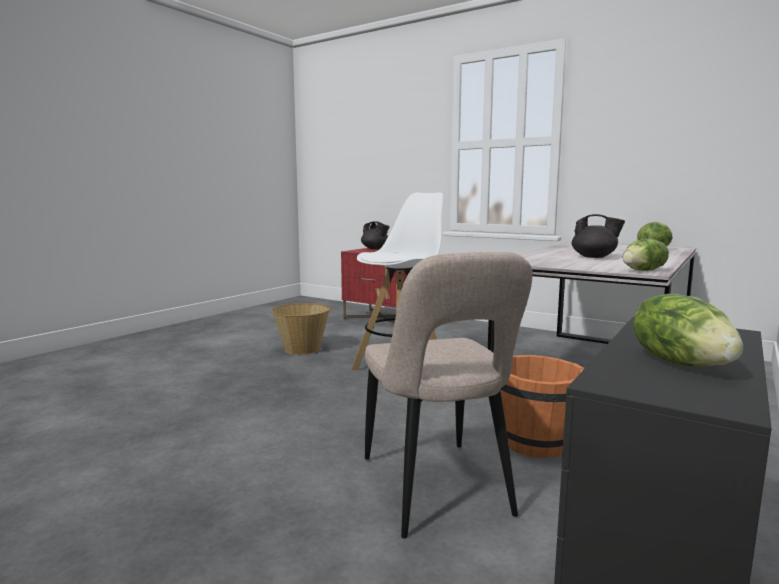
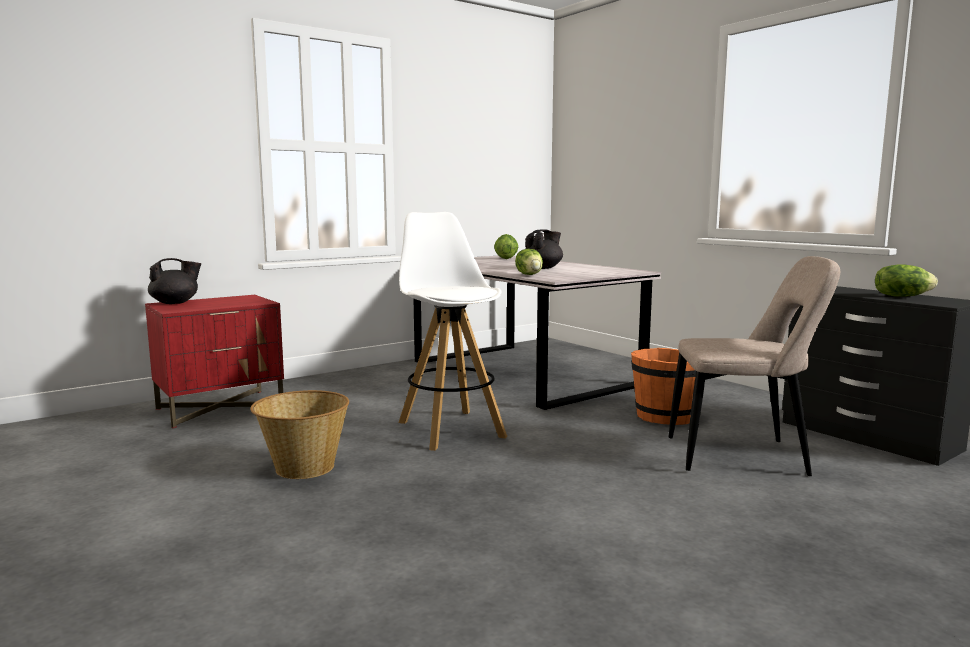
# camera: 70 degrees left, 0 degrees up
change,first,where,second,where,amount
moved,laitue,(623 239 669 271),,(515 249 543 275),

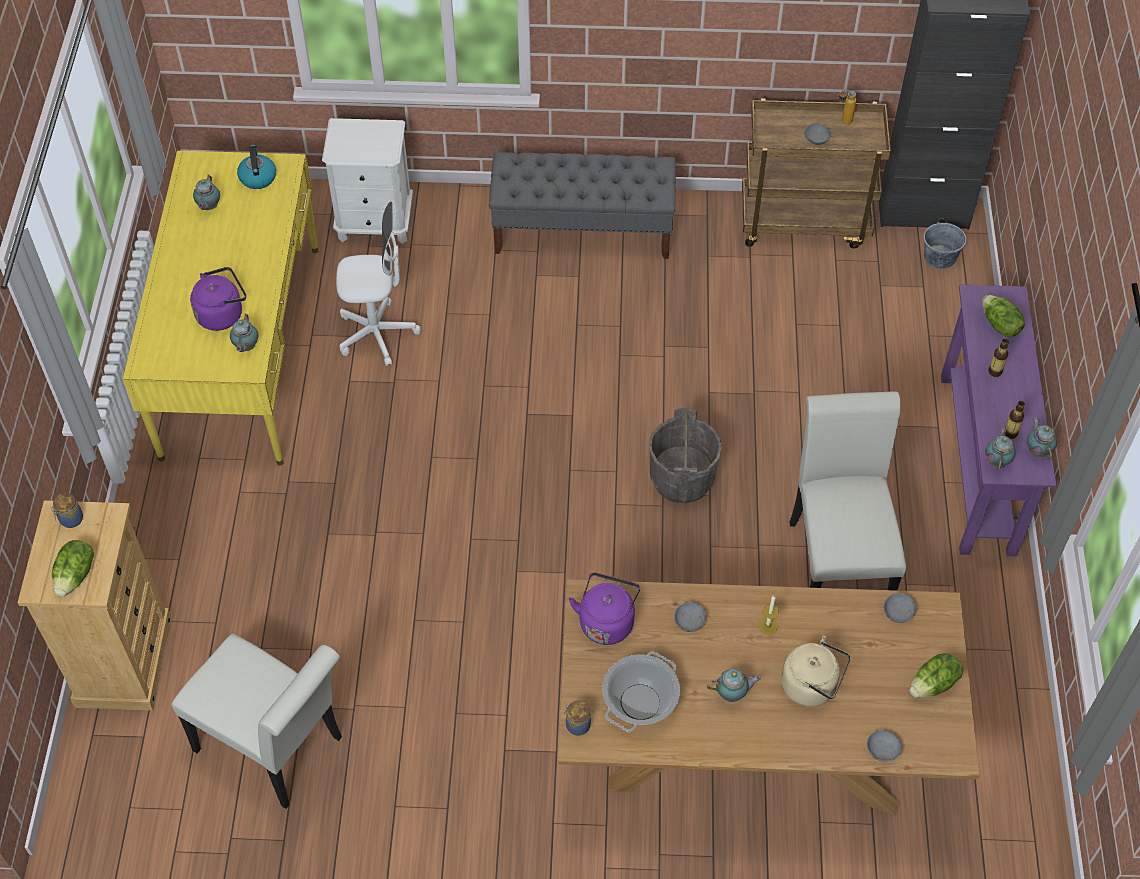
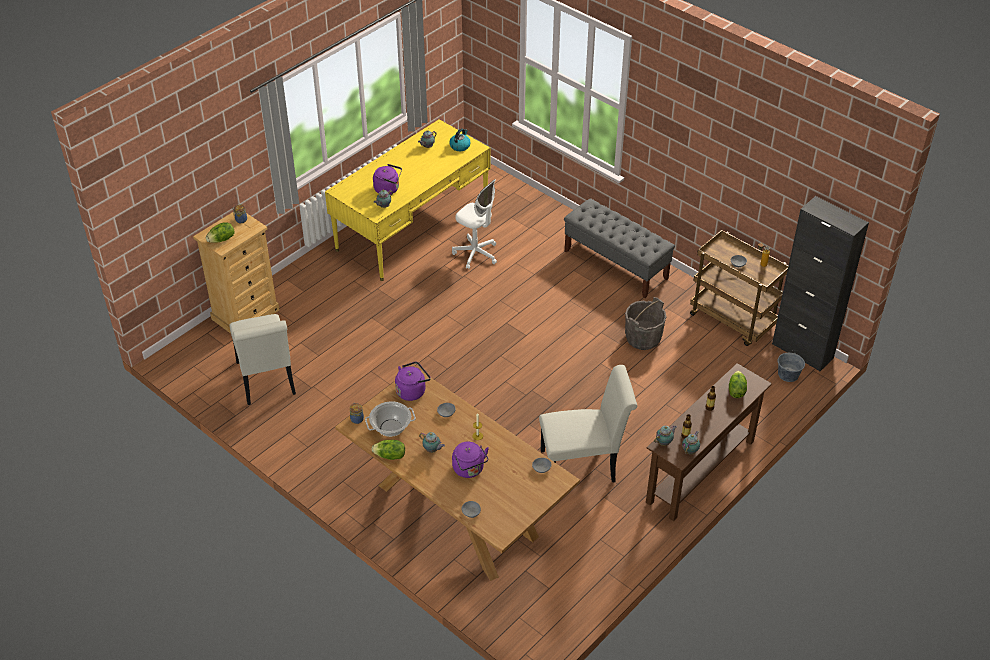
# camera: 40 degrees right, 10 degrees down
change,first,where,second,where,amount
removed,table de chevet [blanc],(322 118 413 244),,,
moved,seau [gris],(649 408 722 503),,(625 297 666 350),
recoloured,bouilloire [beige],(781 636 851 707),bouilloire [violet],(452 442 489 478),
turned,chaise [blanc],(789 391 906 591),,(539 365 637 482),45 degrees clockwise
moved,laitue,(909 653 963 698),,(372 440 405 460),
recoloured,table console [violet],(941 285 1056 557),table console [marron],(646 363 772 521),

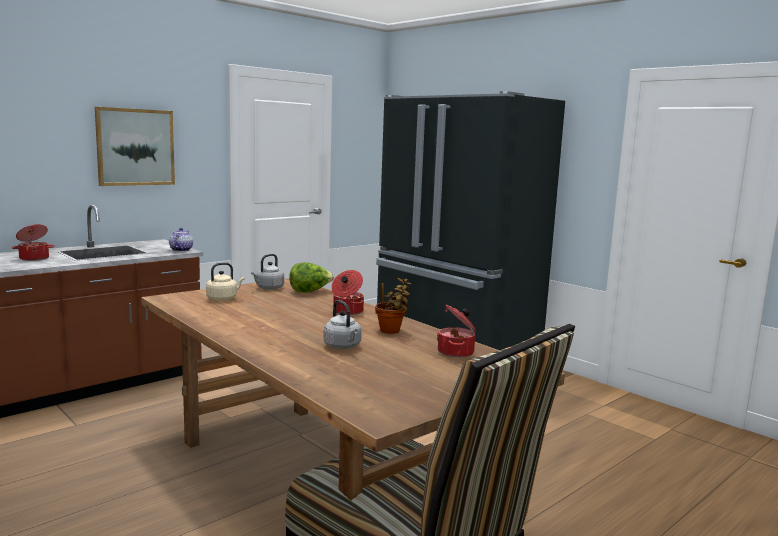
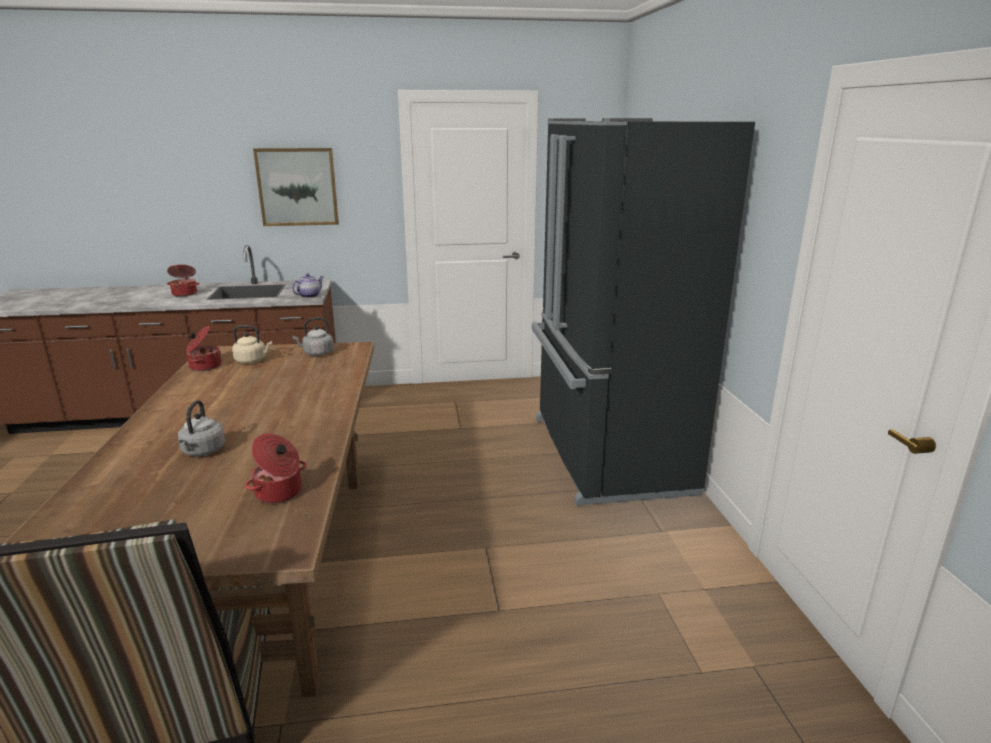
# camera: 35 degrees right, 10 degrees up
change,first,where,second,where,amount
removed,laitue,(289 262 334 293),,,
moved,marmite,(331 270 364 315),,(186 326 221 371),
removed,plante en pot,(375 278 412 334),,,

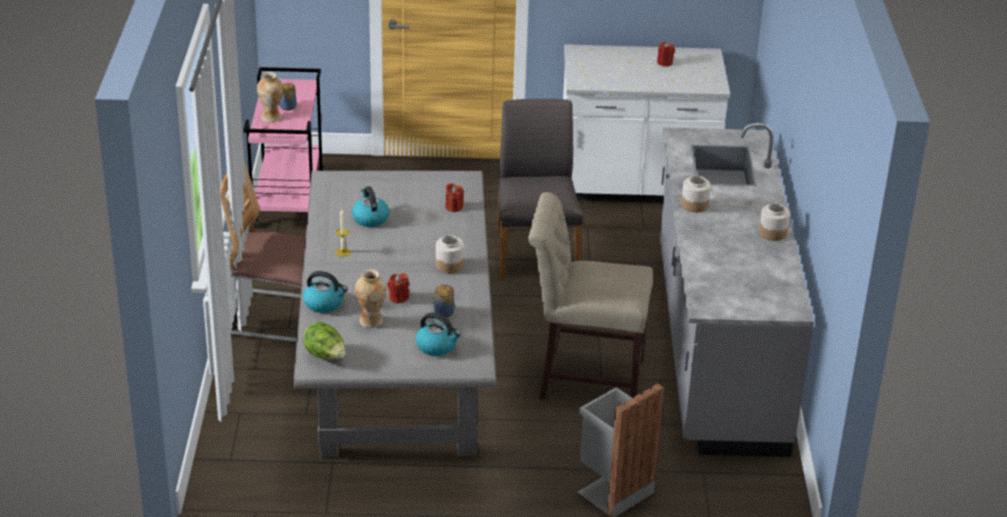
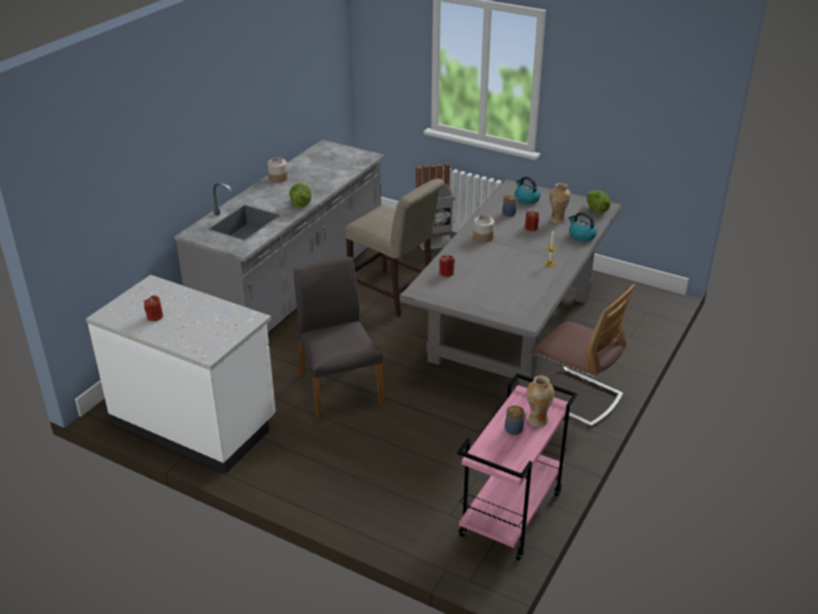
# camera: 150 degrees left, 0 degrees up
change,first,where,second,where,amount
removed,bouilloire,(352 186 389 227),,,
turned,chaise [gris],(497 99 583 279),,(293 257 384 422),135 degrees clockwise
replaced,bocal,(681 176 711 213),laitue,(289 183 312 208),

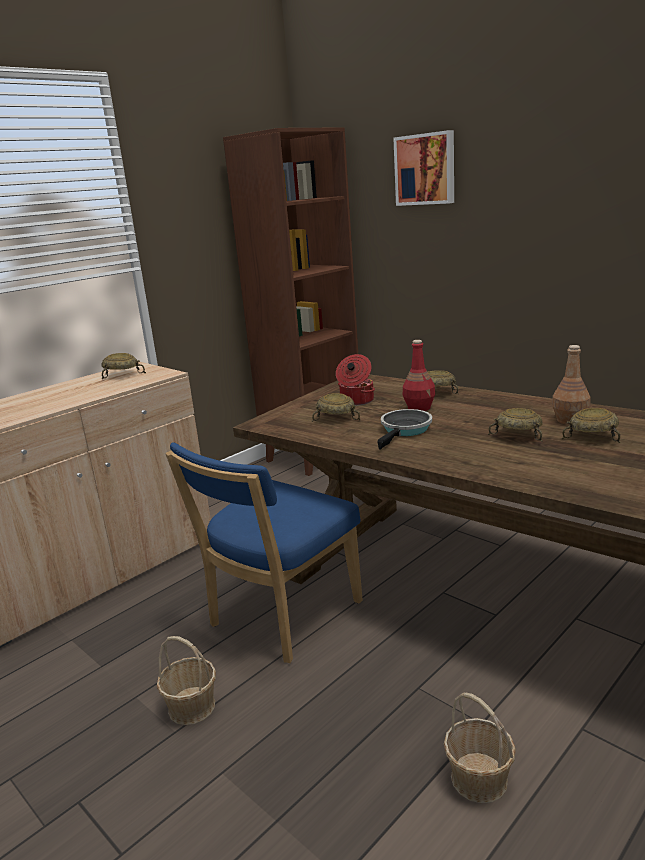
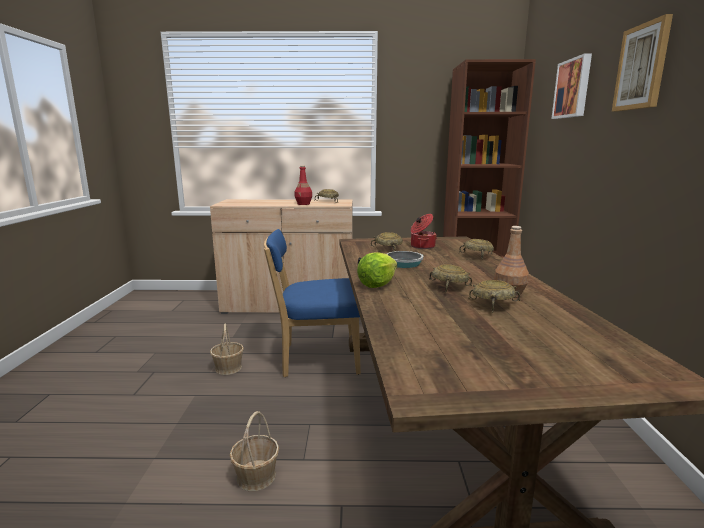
# camera: 45 degrees right, 5 degrees down
change,first,where,second,where,amount
moved,bouteille [rouge],(403 340 435 411),,(295 166 312 205),
added,,,laitue,(357 252 397 288),
added,,,tableau,(612 14 673 111),

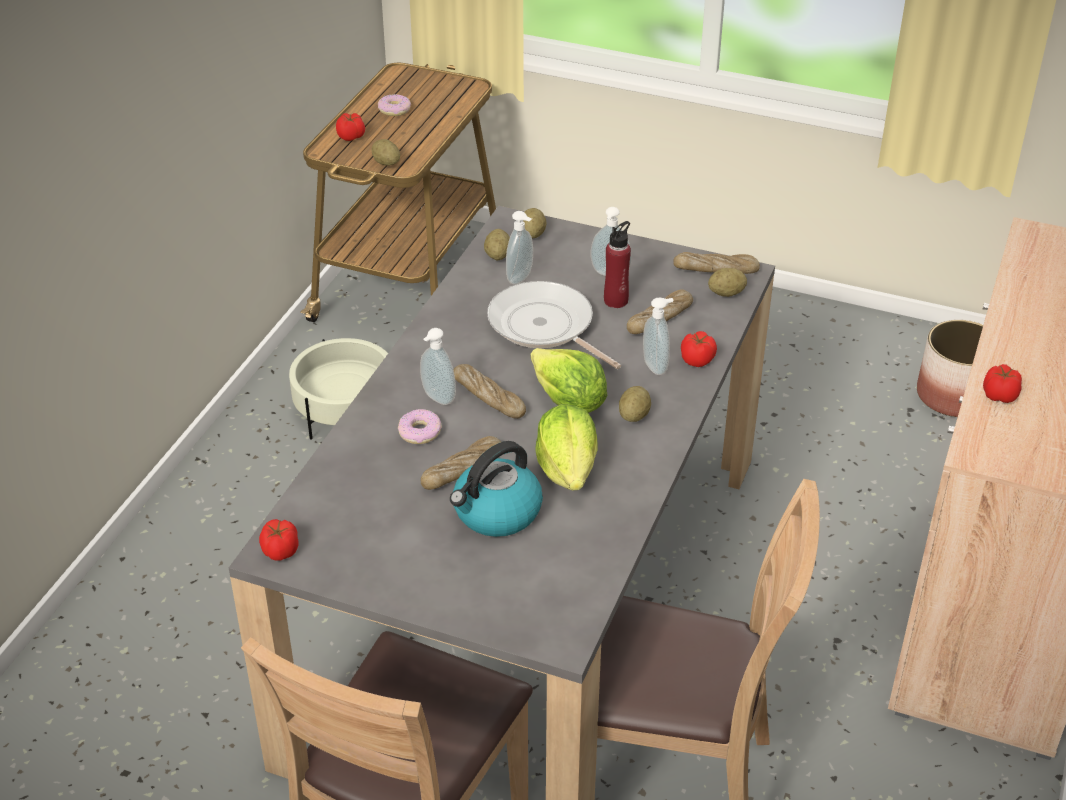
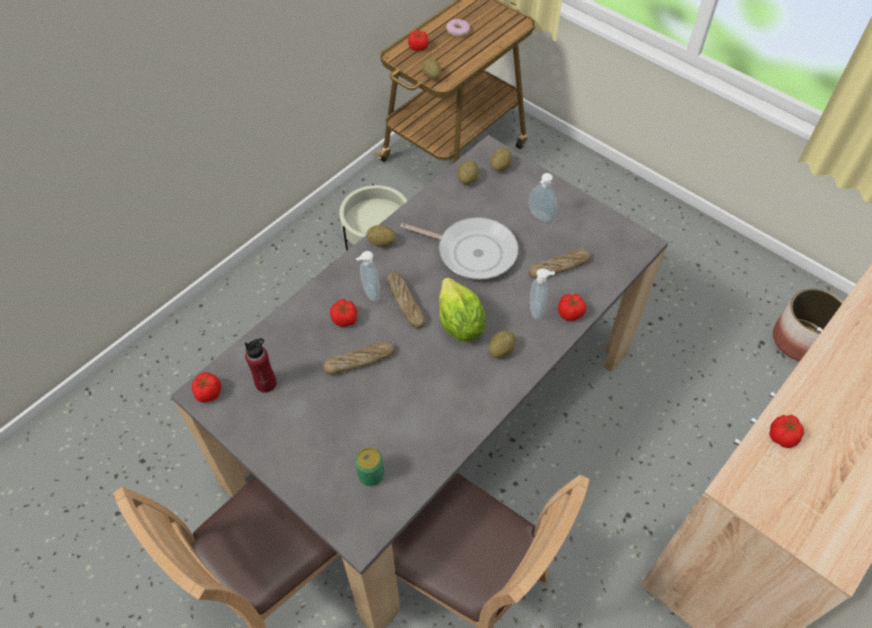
# camera: 20 degrees right, 15 degrees up
change,first,where,second,where,amount
replaced,beignet,(398 409 442 444),tomate,(330 299 357 327),
removed,bouilloire,(450 441 543 537),,,
turned,poêle,(487 281 621 369),,(401 217 518 279),135 degrees clockwise
removed,distributeur de savon,(506 211 533 285),,,
removed,laitue,(535 404 598 490),,,
moved,bouteille [rouge],(604 221 631 308),,(245 338 276 393),
removed,pain,(673 252 760 274),,,
moved,pomme de terre,(708 268 747 297),,(366 225 396 247),
added,,,boîte métallique,(355 447 384 486),

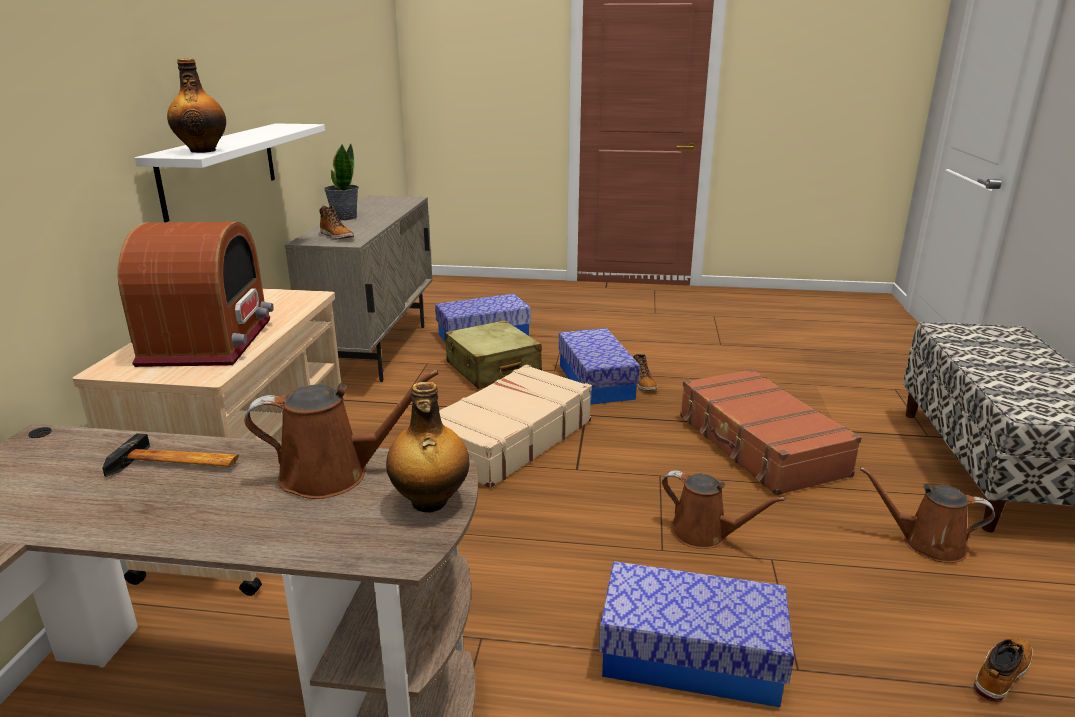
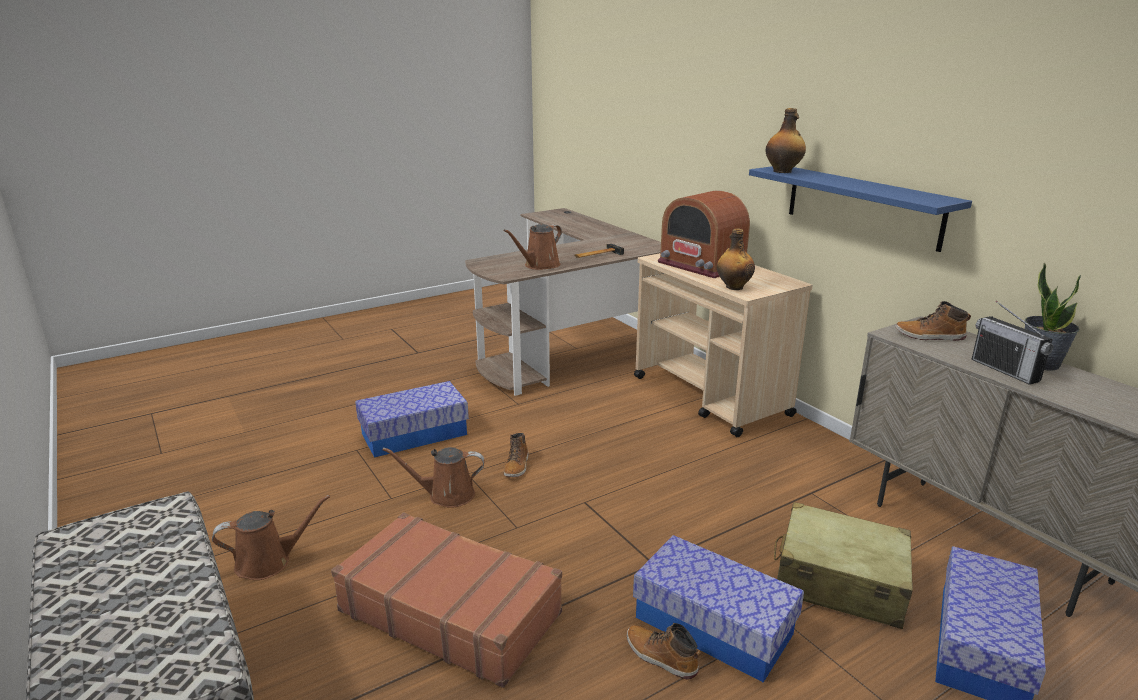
# camera: 140 degrees right, 0 degrees up
change,first,where,second,where,amount
recoloured,étagère [blanc],(135 123 325 222),étagère [bleu],(749 166 972 252),
moved,bouteille,(386 382 470 513),,(717 229 755 290),
removed,valise [beige],(439 364 592 488),,,
moved,botte,(974 638 1033 702),,(504 433 529 477),
added,,,radio,(971 301 1054 385),

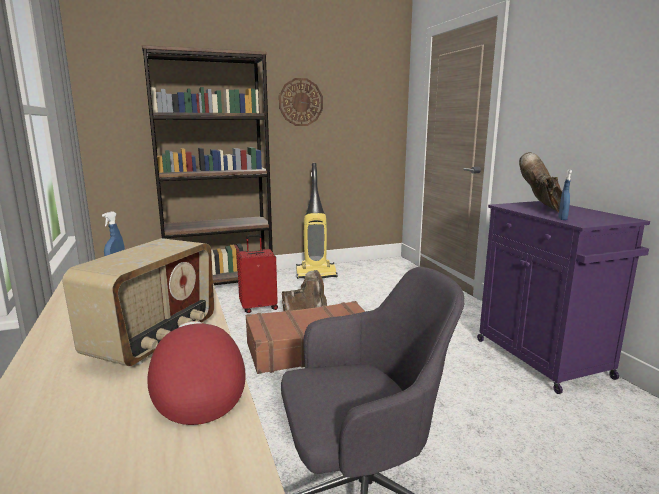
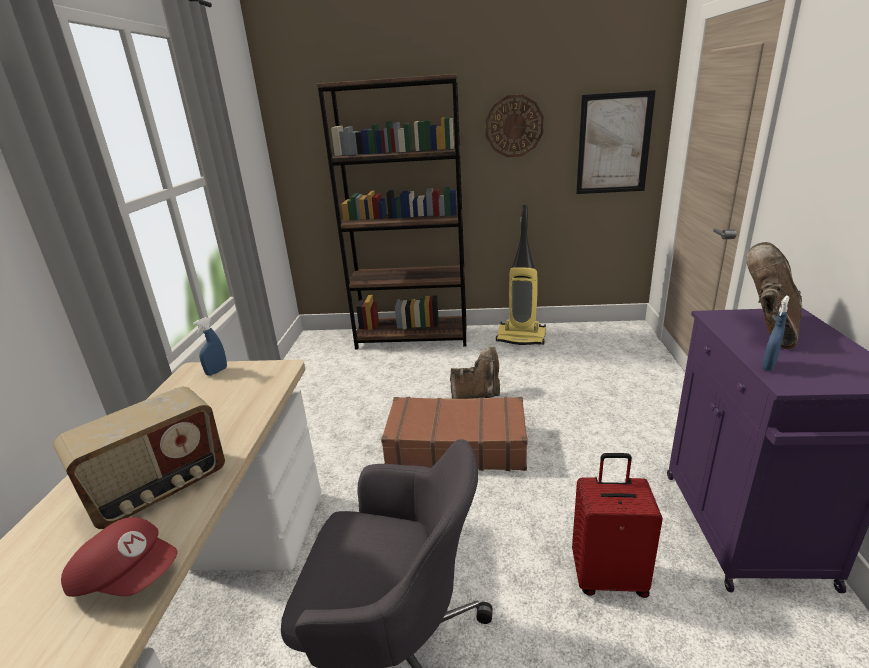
# camera: 25 degrees right, 10 degrees up
change,first,where,second,where,amount
turned,casquette [rouge],(147 321 246 425),,(61 517 178 597),105 degrees clockwise
moved,valise [rouge],(237 234 278 313),,(572 453 663 598),
added,,,tableau,(576 90 656 194),

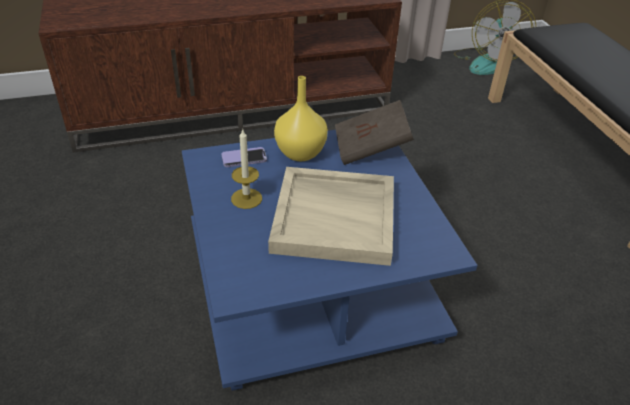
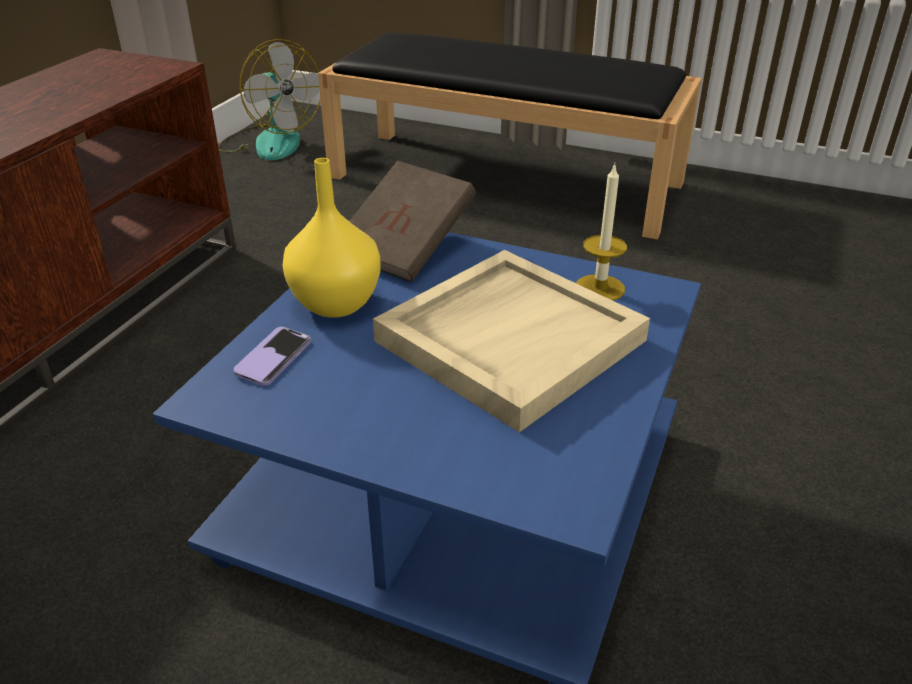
# camera: 50 degrees left, 5 degrees down
change,first,where,second,where,amount
moved,bougie,(231 128 262 209),,(576 163 627 301),

